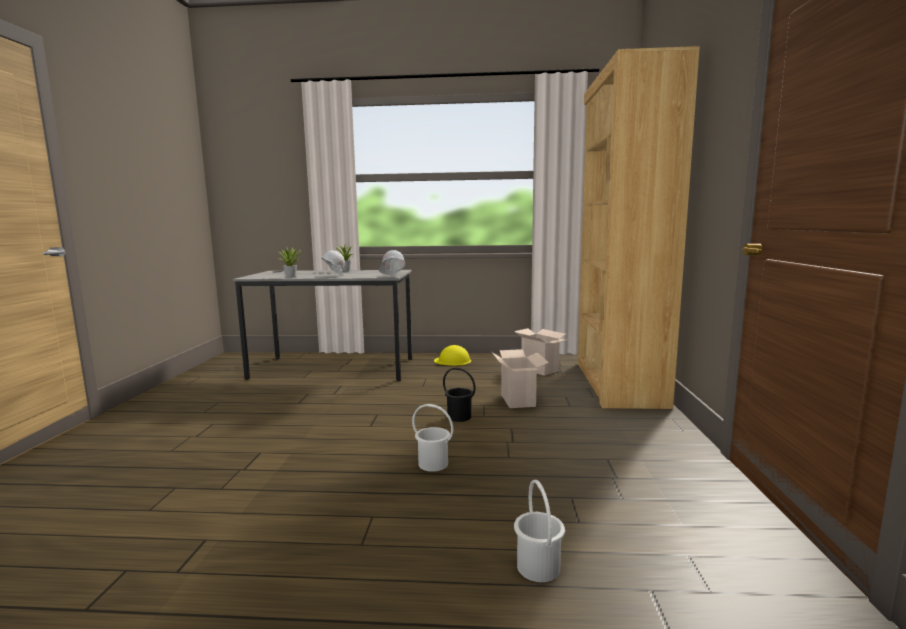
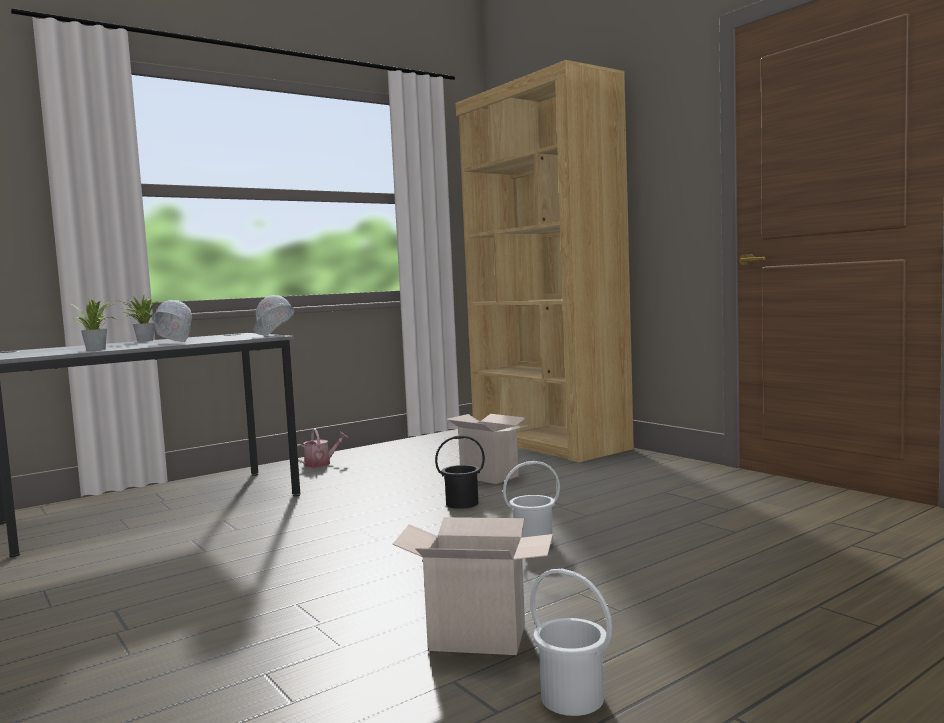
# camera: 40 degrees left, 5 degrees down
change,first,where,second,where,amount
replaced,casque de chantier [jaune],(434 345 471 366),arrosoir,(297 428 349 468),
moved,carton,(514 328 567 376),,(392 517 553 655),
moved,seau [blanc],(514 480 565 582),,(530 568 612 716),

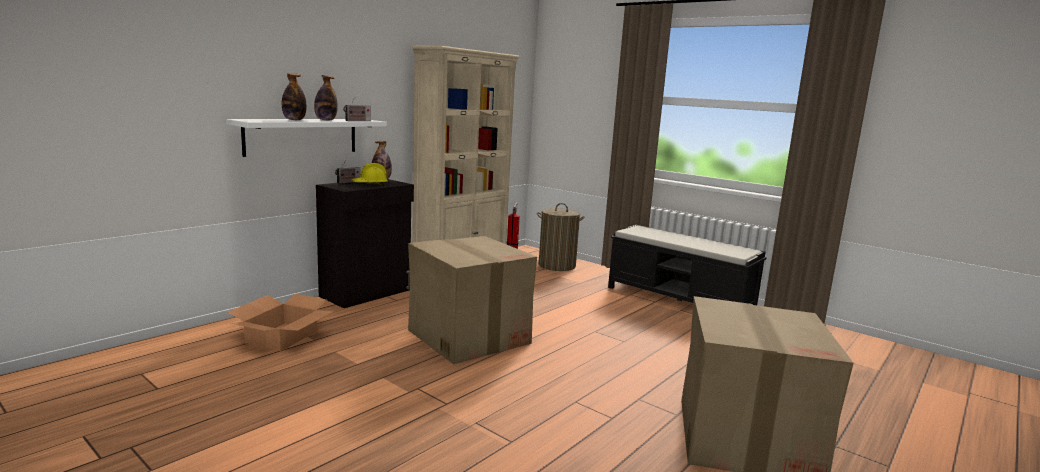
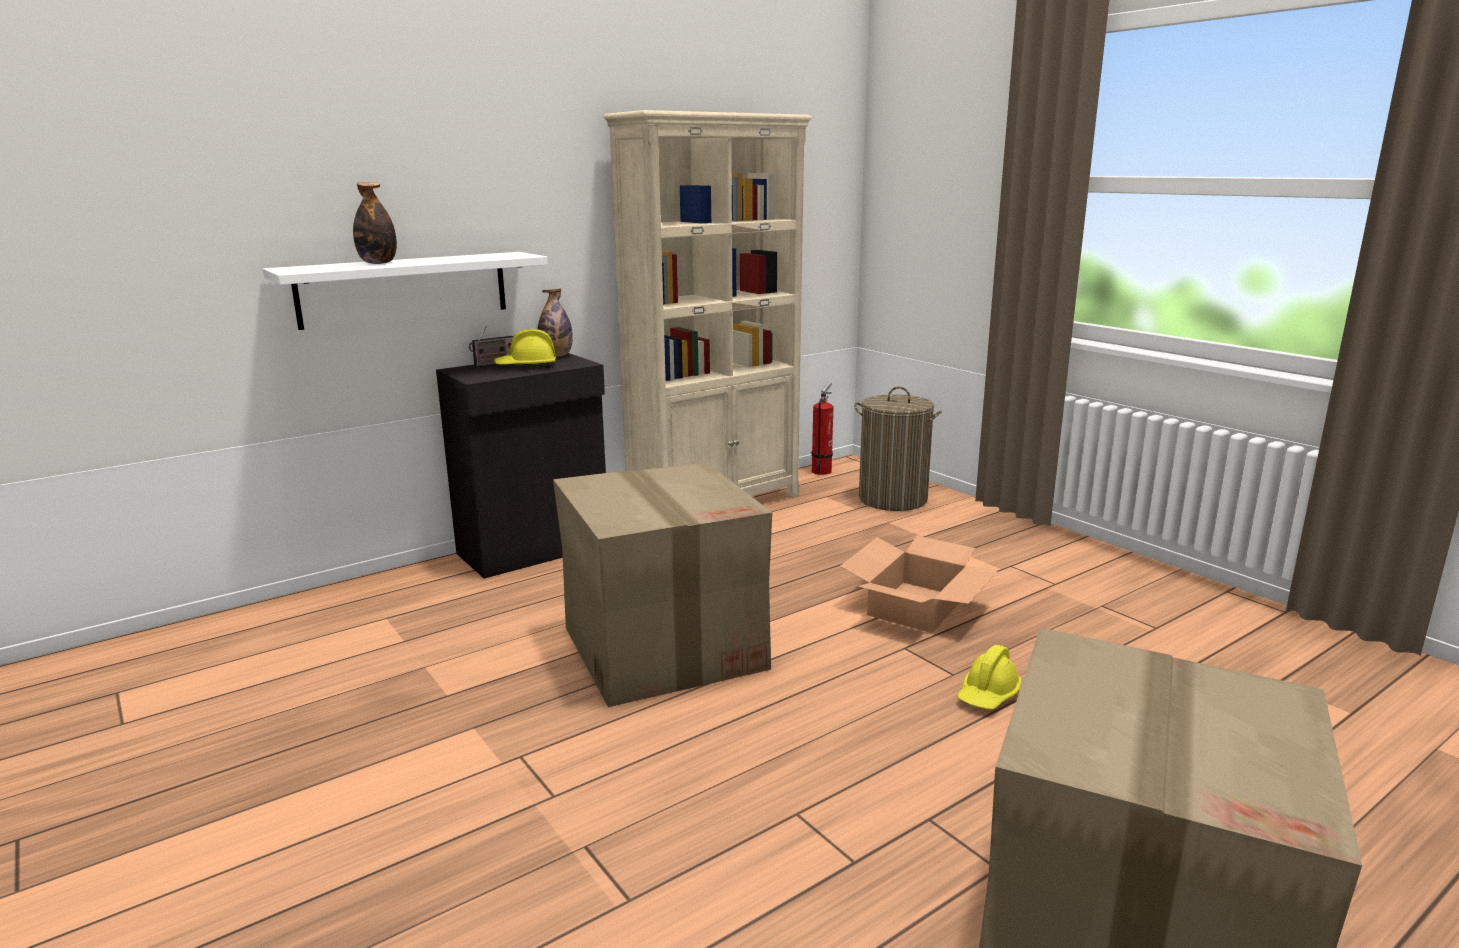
# camera: 15 degrees right, 5 degrees up
change,first,where,second,where,amount
moved,carton,(228 294 334 351),,(840 536 998 633),
removed,bouteille,(314 75 338 121),,,
removed,radio,(343 97 371 121),,,
removed,banc [noir],(608 225 767 305),,,
added,,,casque de chantier [jaune],(957 645 1022 710),

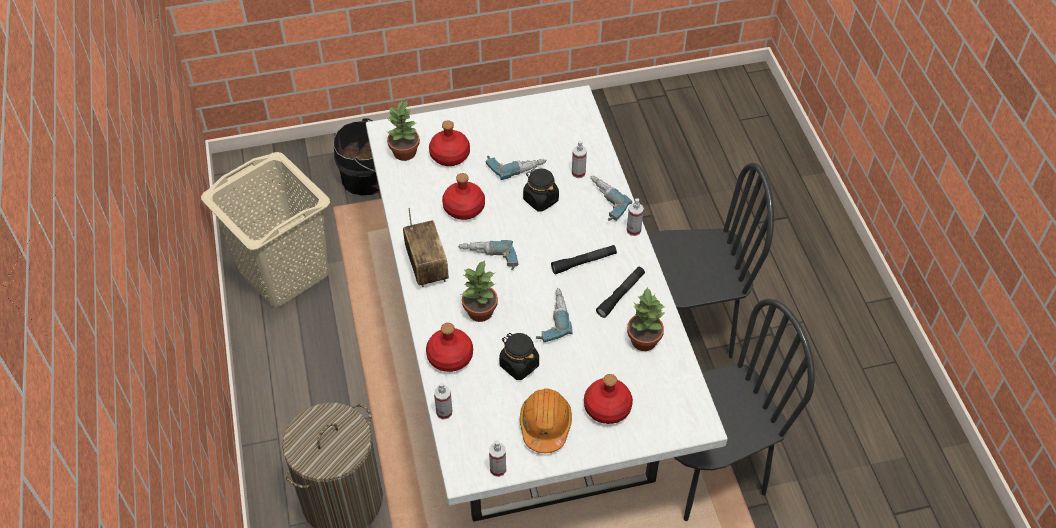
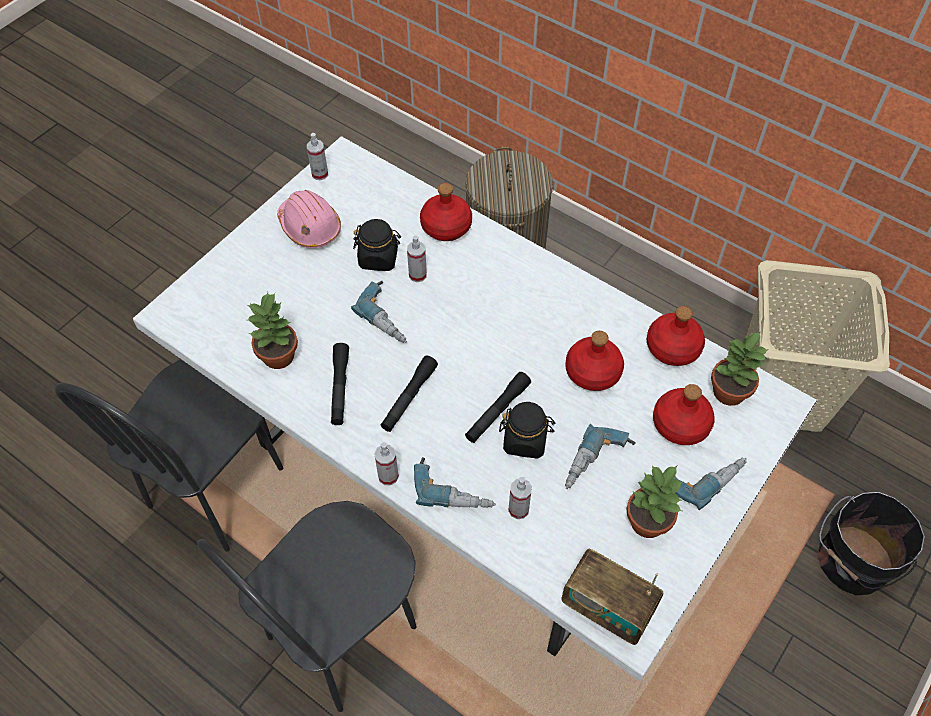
# camera: 140 degrees right, 5 degrees up
change,first,where,second,where,amount
moved,radio,(403 207 449 287),,(561 549 663 645),
moved,vaporisateur,(434 382 452 420),,(407 235 427 282),
moved,perceuse,(458 240 518 270),,(674 458 747 510),
moved,plante en pot,(461 261 498 322),,(626 465 683 538),
recoloured,casque de chantier [orange],(520 388 572 453),casque de chantier [rose],(277 190 341 248),
moved,bouteille [rouge],(584 374 633 424),,(647 306 705 366),
added,,,lampe de poche [noir],(465 372 531 443),

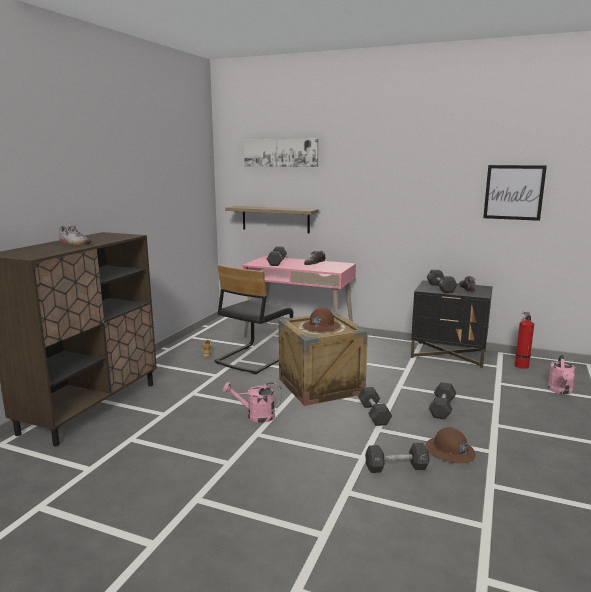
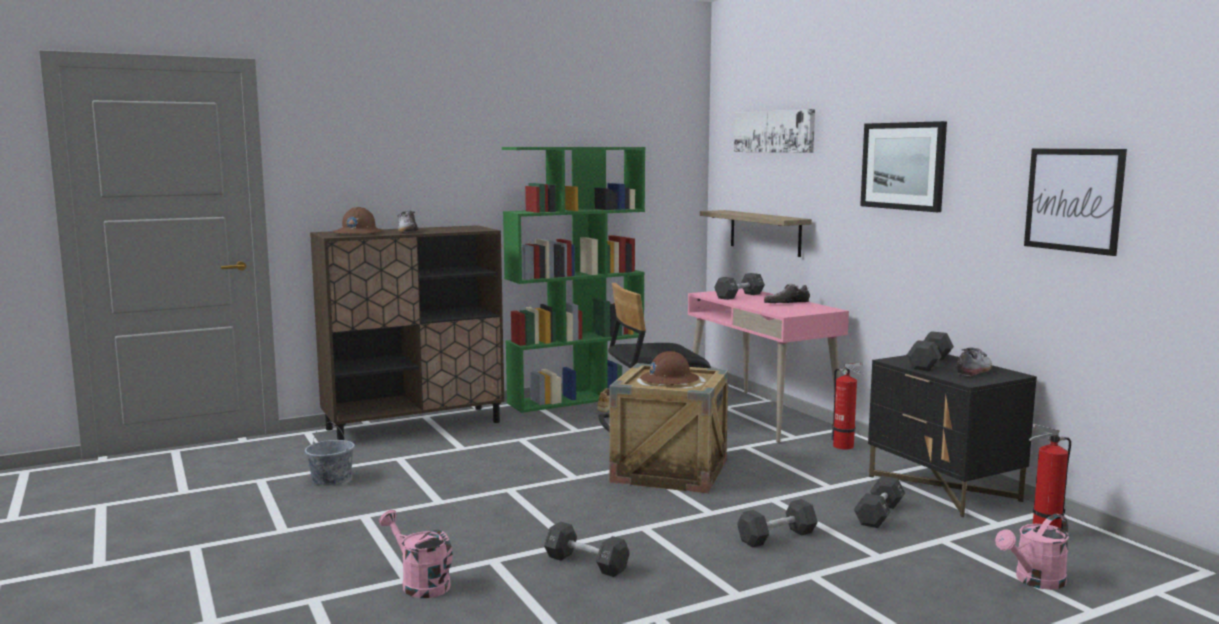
# camera: 40 degrees right, 5 degrees down
change,first,where,second,where,amount
moved,arrosoir [rose],(223 382 282 423),,(379 510 452 598),
moved,haltère [noir],(358 387 392 426),,(854 476 905 528),
moved,casque de chantier [marron],(426 427 476 463),,(333 207 384 235),
added,,,seau [gris],(305 422 355 486),
added,,,bibliothèque [vert],(502 147 645 413),
added,,,extincteur,(832 362 864 450),
added,,,tableau,(860 121 947 212),

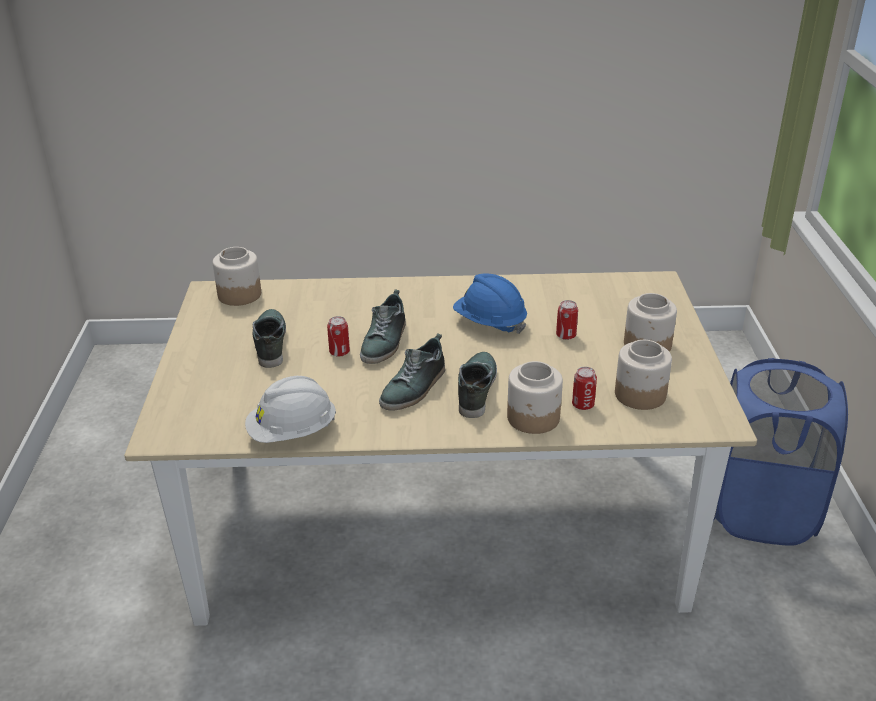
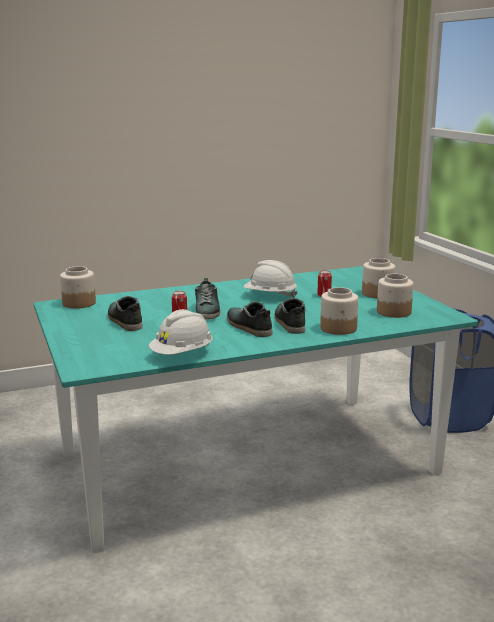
# camera: 20 degrees left, 15 degrees down
change,first,where,second,where,amount
recoloured,table à manger [beige],(124 271 757 626),table à manger [turquoise],(34 266 478 553),
turned,chaussure,(379 333 445 411),,(227 301 272 337),135 degrees clockwise
recoloured,casque de chantier [bleu],(453 274 527 334),casque de chantier [blanc],(244 260 298 298),
removed,boîte métallique,(572 367 597 410),,,

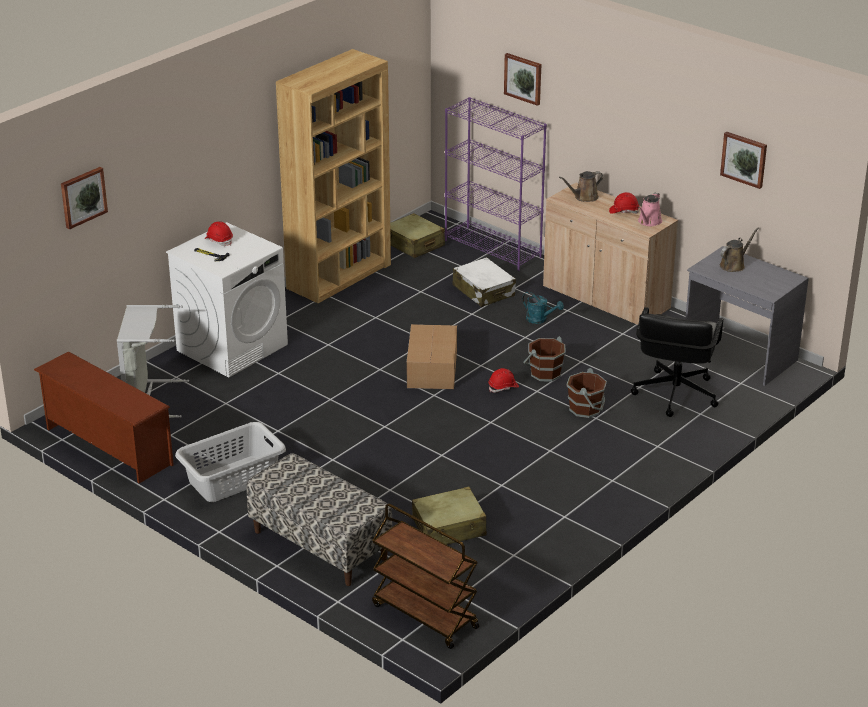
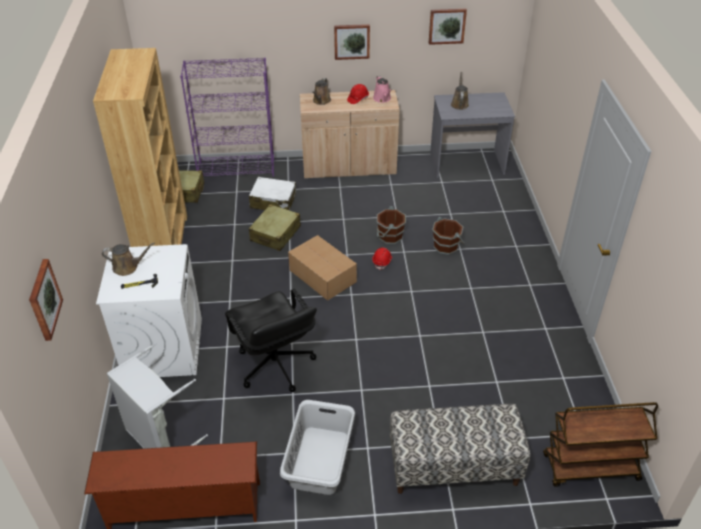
# camera: 45 degrees left, 10 degrees up
change,first,where,second,where,amount
replaced,casque de chantier [rouge],(204 221 233 246),arrosoir [marron],(102 243 155 276),
moved,valise [beige],(412 487 487 545),,(249 204 301 251),
moved,tableau,(504 53 541 106),,(334 24 370 60),
removed,arrosoir [turquoise],(522 292 564 324),,,
moved,chaise de bureau [noir],(631 307 723 417),,(225 289 317 392),

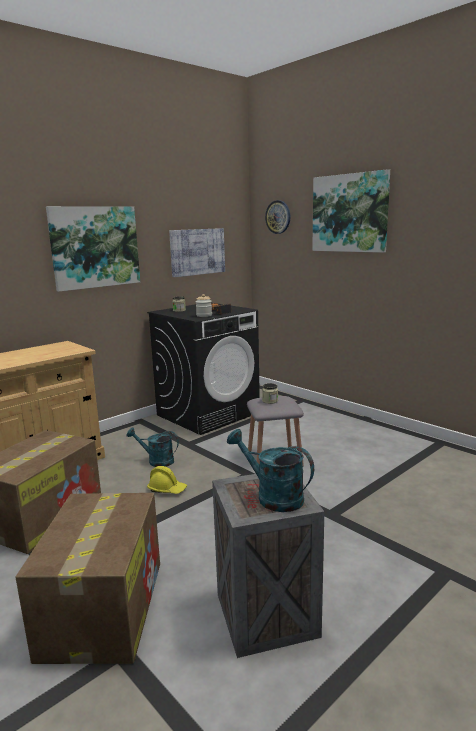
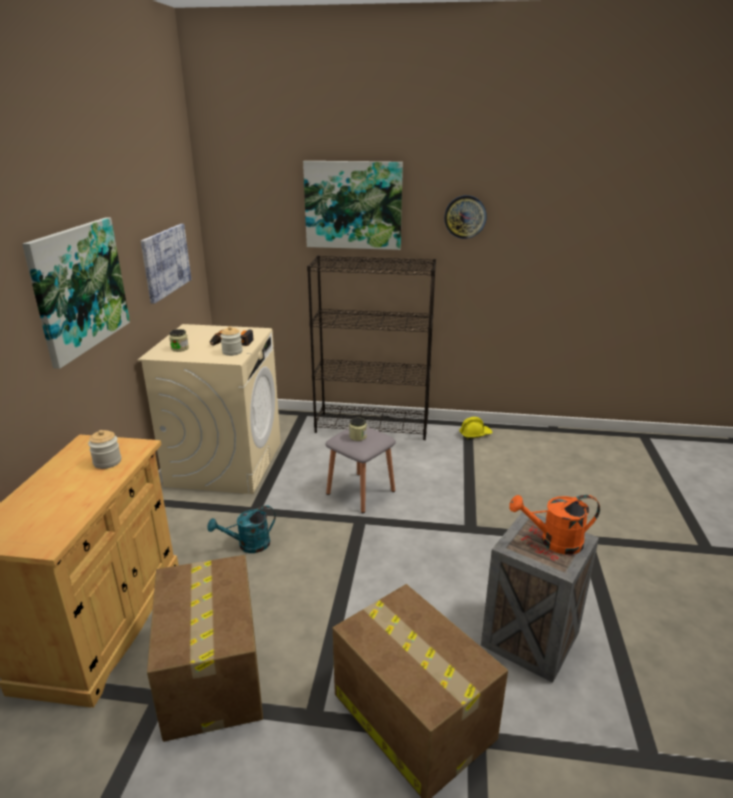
# camera: 40 degrees left, 10 degrees up
change,first,where,second,where,amount
recoloured,lave-linge [noir],(147 303 260 435),lave-linge [beige],(138 324 281 494),
moved,casque de chantier [jaune],(147 466 187 494),,(459 417 493 439),
recoloured,arrosoir [turquoise],(227 429 314 512),arrosoir [orange],(509 495 600 555),
moved,horloge murale,(265 200 290 234),,(444 195 487 239),
added,,,bocal,(88 430 121 469),
added,,,bibliothèque [noir],(307 255 436 440),

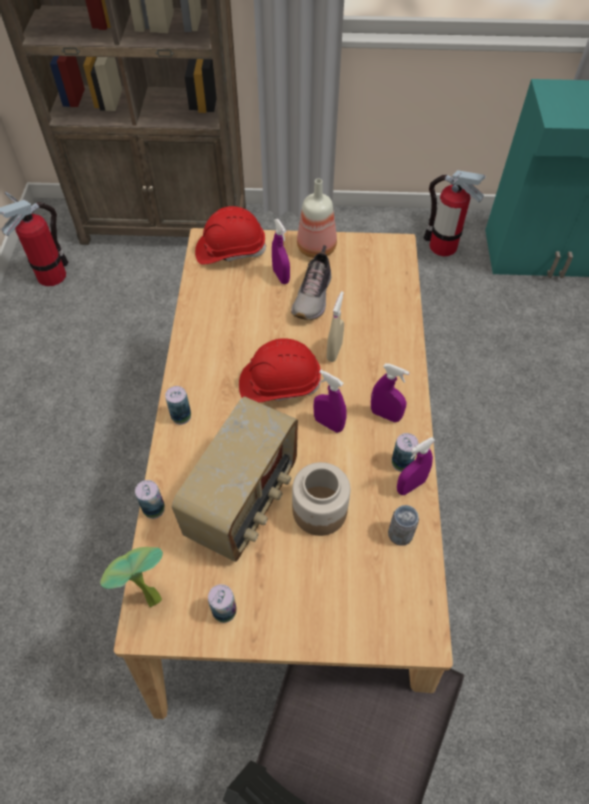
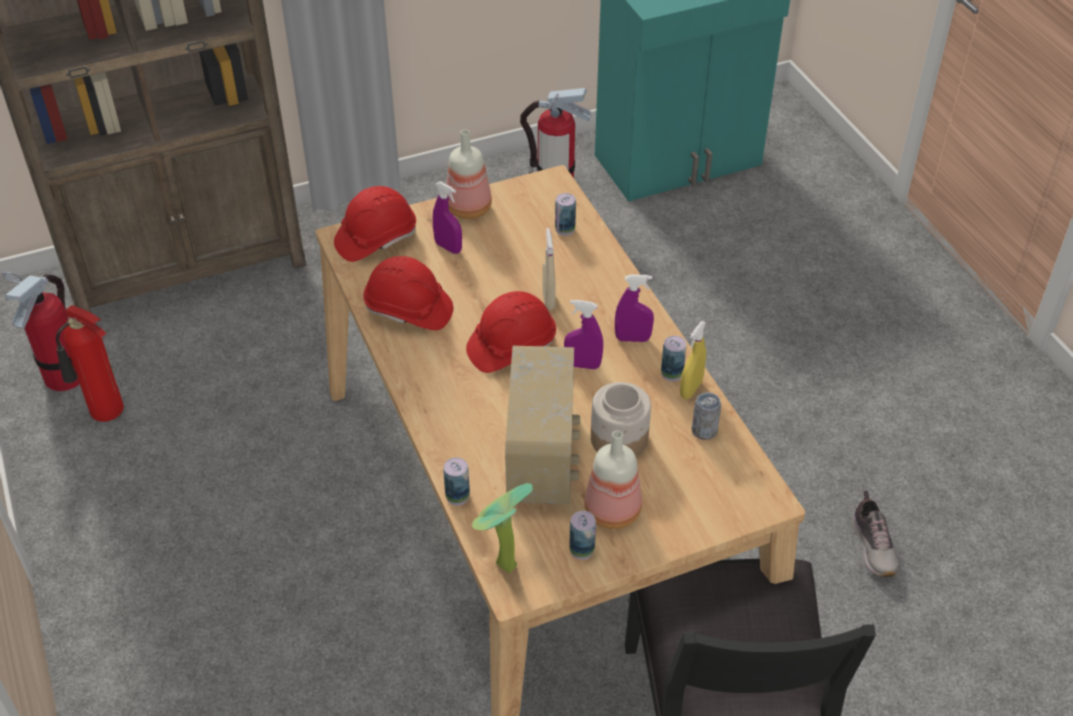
# camera: 25 degrees left, 10 degrees down
change,first,where,second,where,amount
moved,boîte métallique,(165 386 191 425),,(555 193 576 236),
moved,chaussure,(291 245 331 320),,(851 490 899 577),
recoloured,vaporisateur [violet],(397 437 435 495),vaporisateur [jaune],(680 321 706 399),
added,,,extincteur,(56 305 124 422),
added,,,casque de chantier [rouge],(363 256 453 330),
added,,,bouteille,(584 430 642 529),

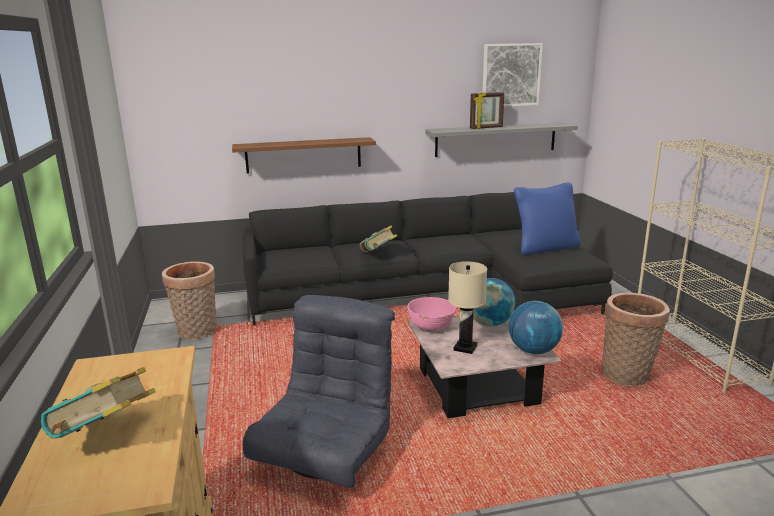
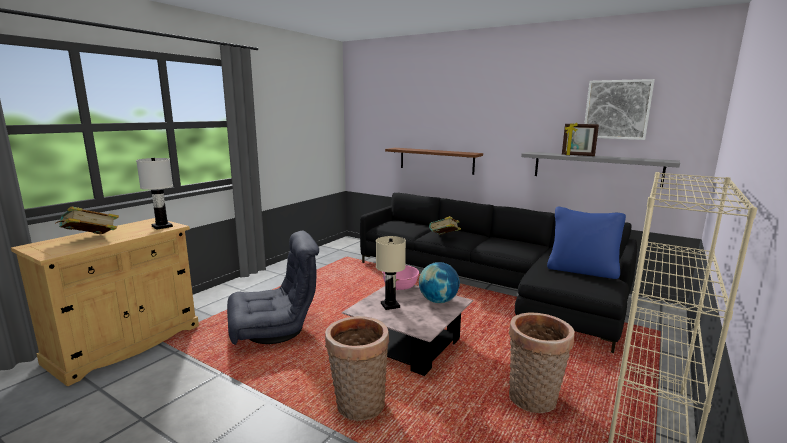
# camera: 45 degrees right, 5 degrees down
change,first,where,second,where,amount
moved,panier,(162 261 217 340),,(325 316 389 421),
removed,globe,(509 301 563 354),,,
added,,,lampe de table [blanc],(136 158 173 230),

